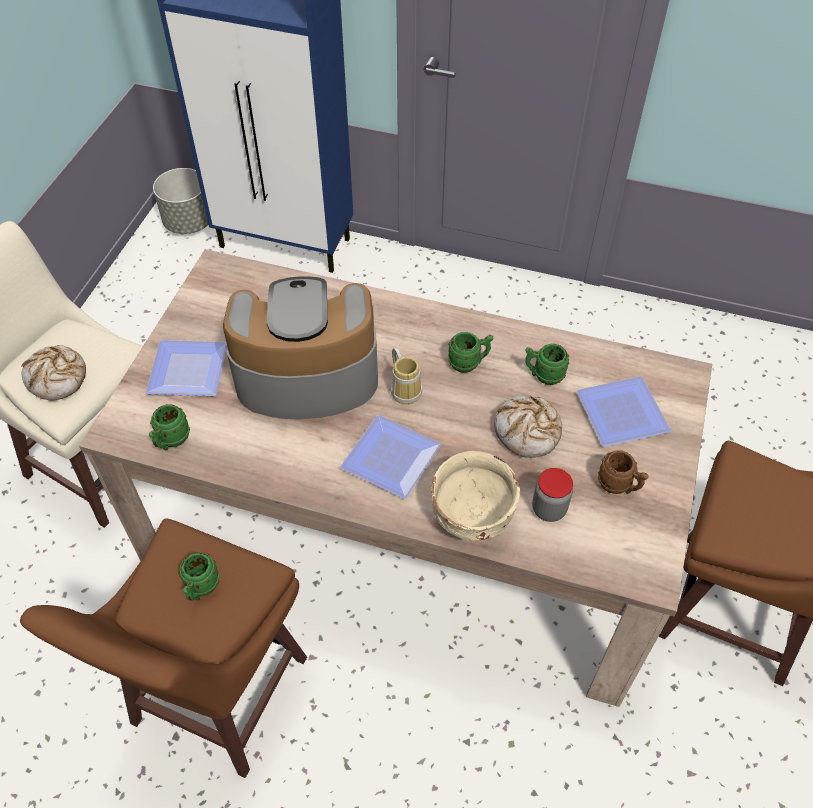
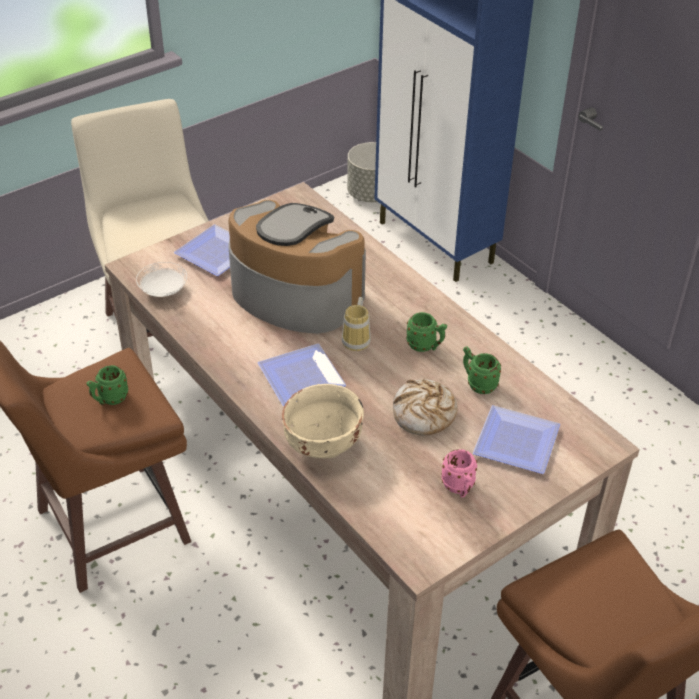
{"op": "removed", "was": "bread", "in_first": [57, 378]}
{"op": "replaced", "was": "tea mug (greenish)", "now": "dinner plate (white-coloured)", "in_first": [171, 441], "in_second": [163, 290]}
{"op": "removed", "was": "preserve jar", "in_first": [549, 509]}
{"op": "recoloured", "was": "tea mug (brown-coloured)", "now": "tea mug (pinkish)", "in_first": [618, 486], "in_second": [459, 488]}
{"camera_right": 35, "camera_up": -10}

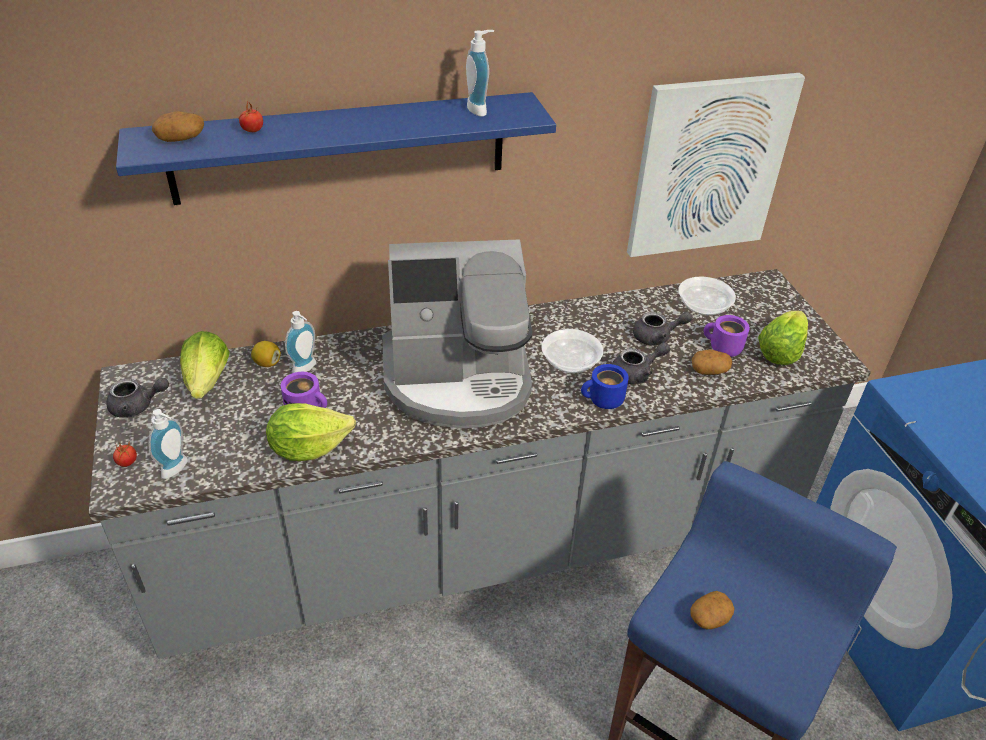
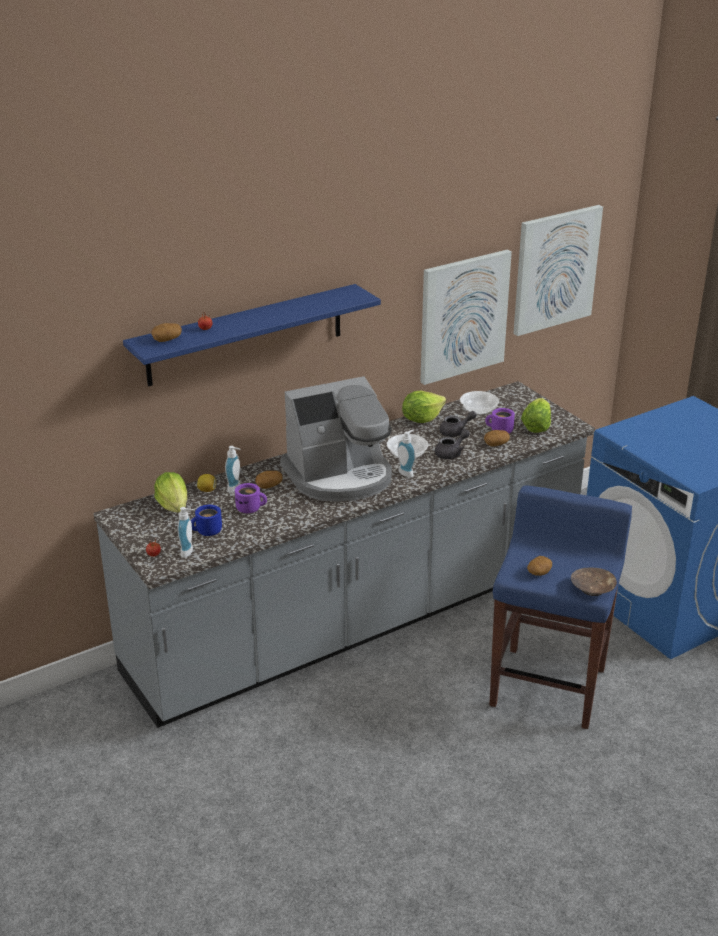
{"op": "removed", "was": "tea pot (gray)", "in_first": [137, 406]}
{"op": "moved", "was": "lettuce", "in_first": [308, 448], "in_second": [421, 419]}
{"op": "moved", "was": "liquid soap bottle", "in_first": [480, 109], "in_second": [407, 472]}
{"op": "moved", "was": "tea mug (bluish)", "in_first": [603, 401], "in_second": [207, 532]}
{"op": "added", "now": "spud", "in_second": [269, 485]}
{"op": "added", "now": "wall picture", "in_second": [555, 269]}
{"op": "added", "now": "serving bowl (brown-coloured)", "in_second": [592, 589]}
{"camera_right": -15, "camera_up": -10}

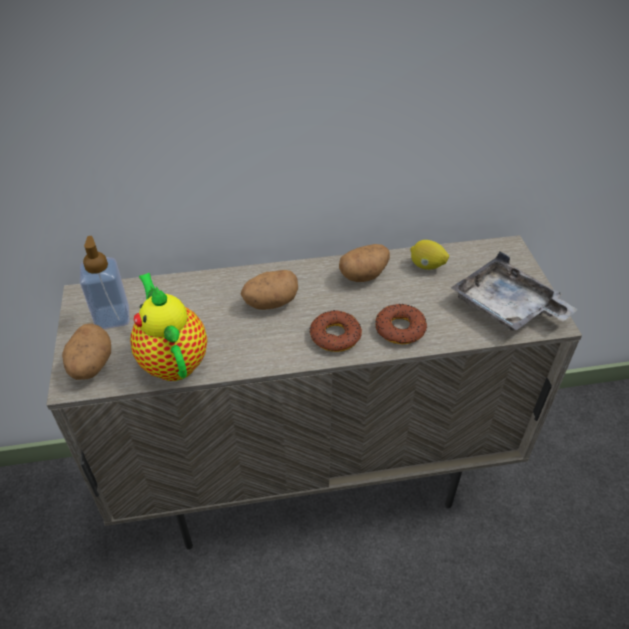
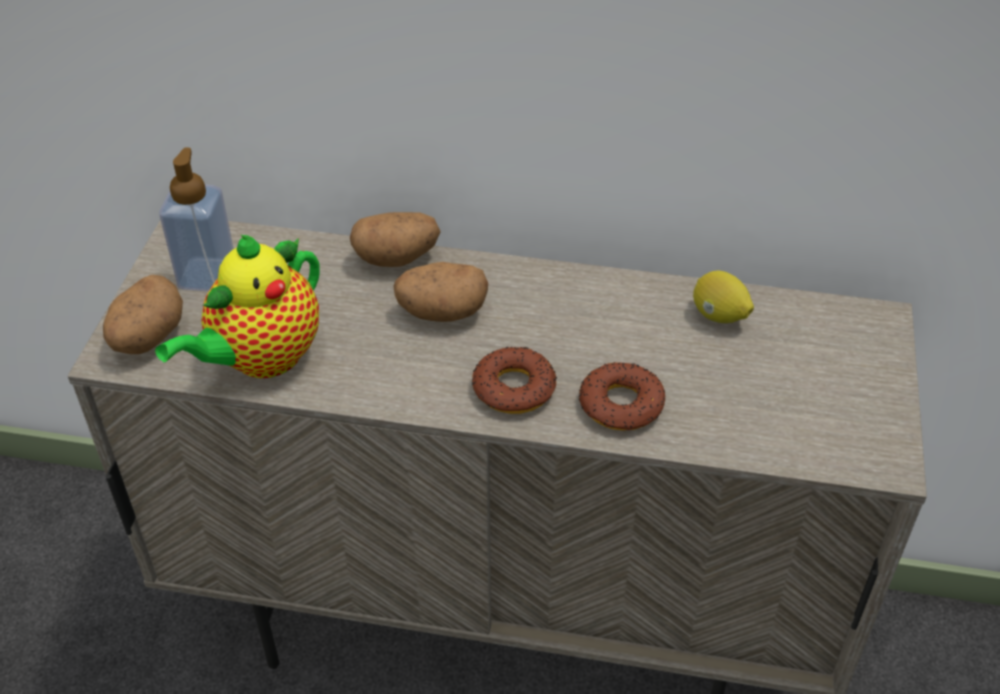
{"op": "turned", "was": "tea pot", "in_first": [173, 359], "in_second": [261, 359], "clockwise": -135}
{"op": "moved", "was": "spud", "in_first": [364, 275], "in_second": [397, 258]}
{"op": "removed", "was": "tray (gray)", "in_first": [506, 307]}
{"camera_right": 20, "camera_up": 0}

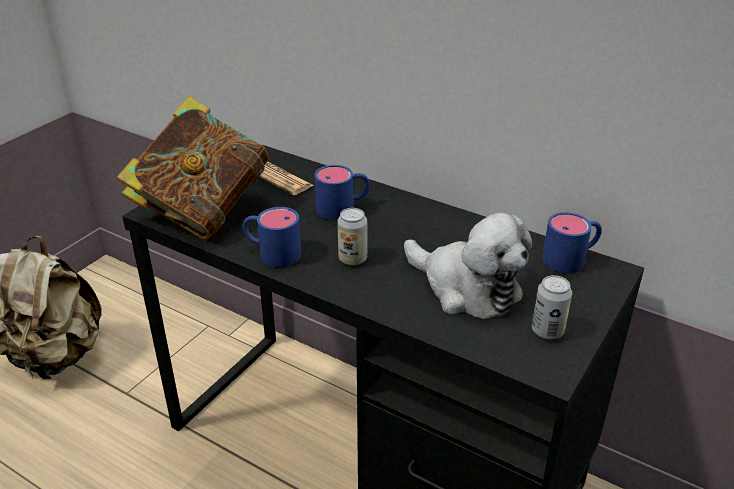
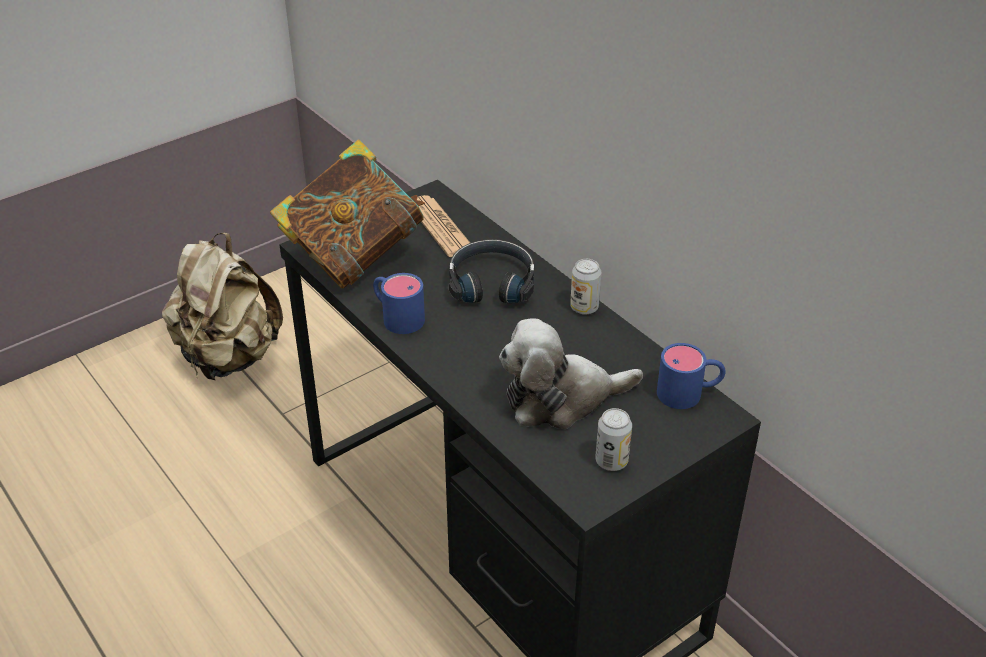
{"op": "replaced", "was": "tea mug (bluish)", "now": "headset (black)", "in_first": [343, 208], "in_second": [491, 282]}
{"op": "moved", "was": "can", "in_first": [352, 259], "in_second": [584, 307]}
{"op": "turned", "was": "cuddly toy", "in_first": [466, 288], "in_second": [561, 398], "clockwise": 105}
{"camera_right": 20, "camera_up": 5}

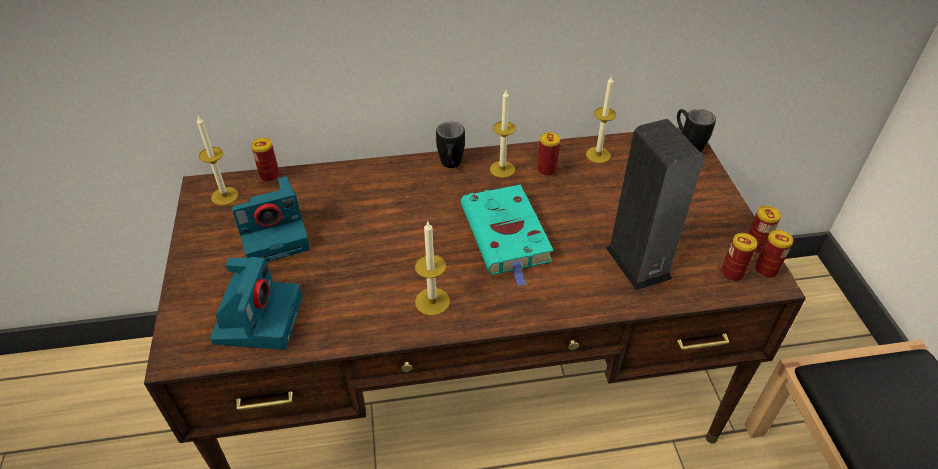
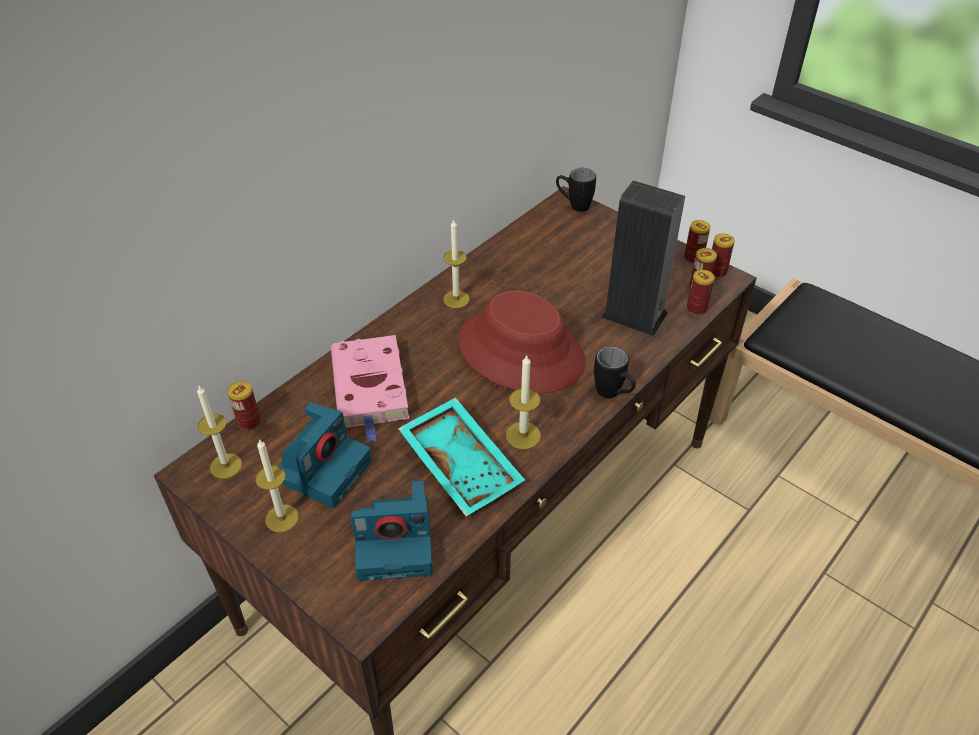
{"op": "turned", "was": "photo camera", "in_first": [258, 318], "in_second": [397, 542], "clockwise": 120}
{"op": "moved", "was": "tea mug (black)", "in_first": [450, 166], "in_second": [613, 395]}
{"op": "replaced", "was": "bound book (turquoise)", "now": "hat (red-coloured)", "in_first": [507, 236], "in_second": [521, 351]}
{"op": "moved", "was": "can", "in_first": [546, 170], "in_second": [696, 309]}
{"op": "moved", "was": "candle", "in_first": [598, 155], "in_second": [282, 518]}
{"op": "added", "now": "bound book (pinkish)", "in_second": [371, 389]}
{"op": "added", "now": "tray (turquoise)", "in_second": [463, 464]}
{"camera_right": -40, "camera_up": 0}

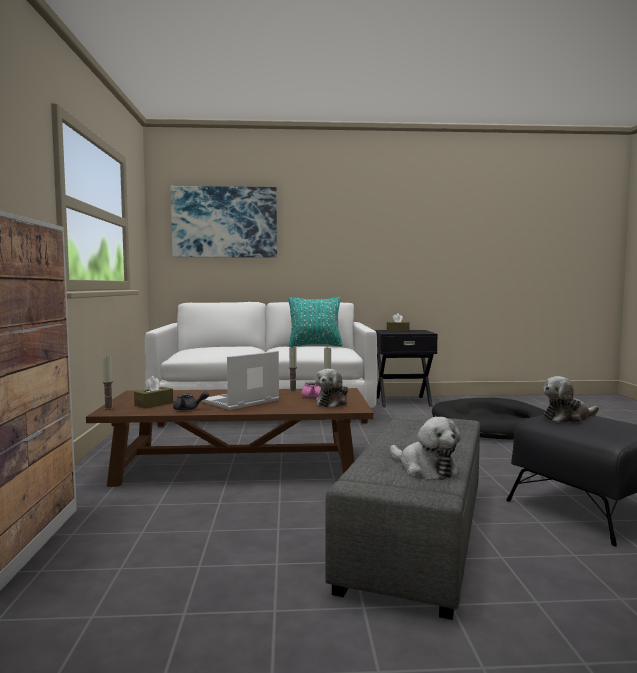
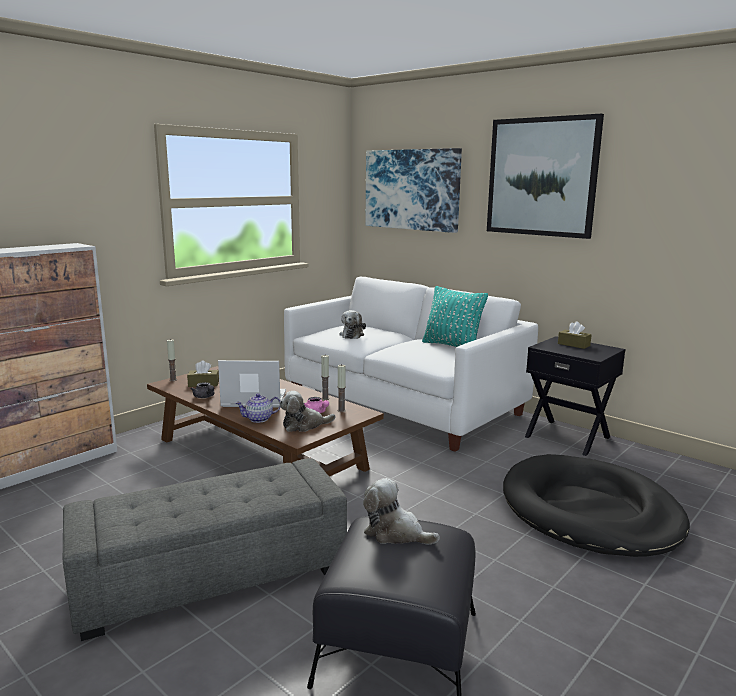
{"op": "moved", "was": "cuddly toy", "in_first": [424, 469], "in_second": [352, 335]}
{"op": "added", "now": "tea pot", "in_second": [259, 419]}
{"op": "added", "now": "wall picture", "in_second": [541, 177]}
{"camera_right": 45, "camera_up": 10}

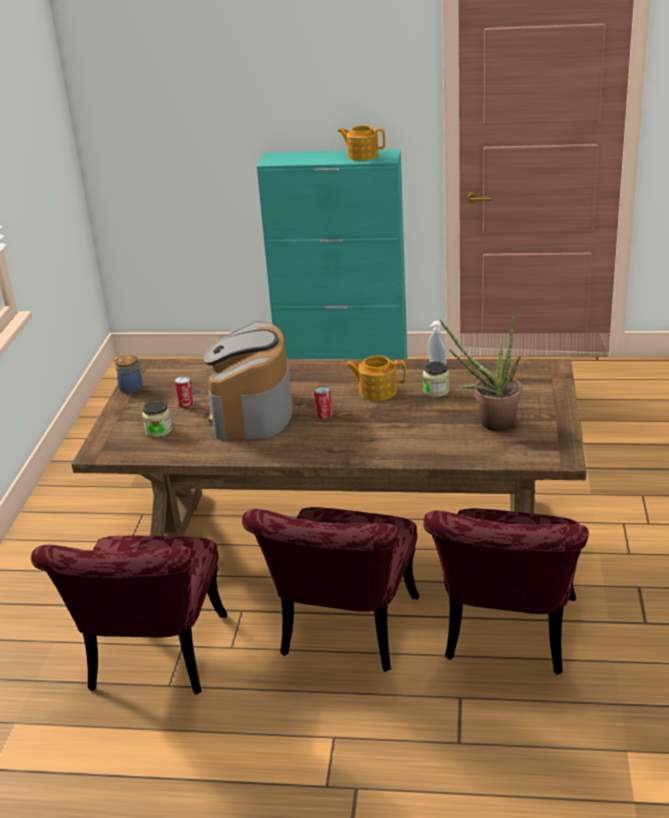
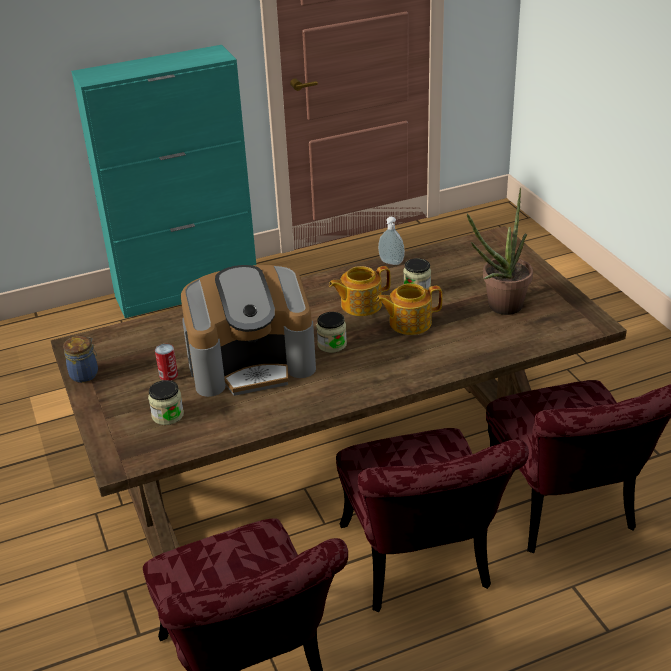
{"op": "turned", "was": "coffee maker", "in_first": [251, 411], "in_second": [252, 363], "clockwise": -75}
{"op": "replaced", "was": "can", "now": "preserve jar", "in_first": [324, 414], "in_second": [332, 344]}
{"op": "moved", "was": "tea pot", "in_first": [362, 155], "in_second": [409, 323]}
{"camera_right": -30, "camera_up": 5}

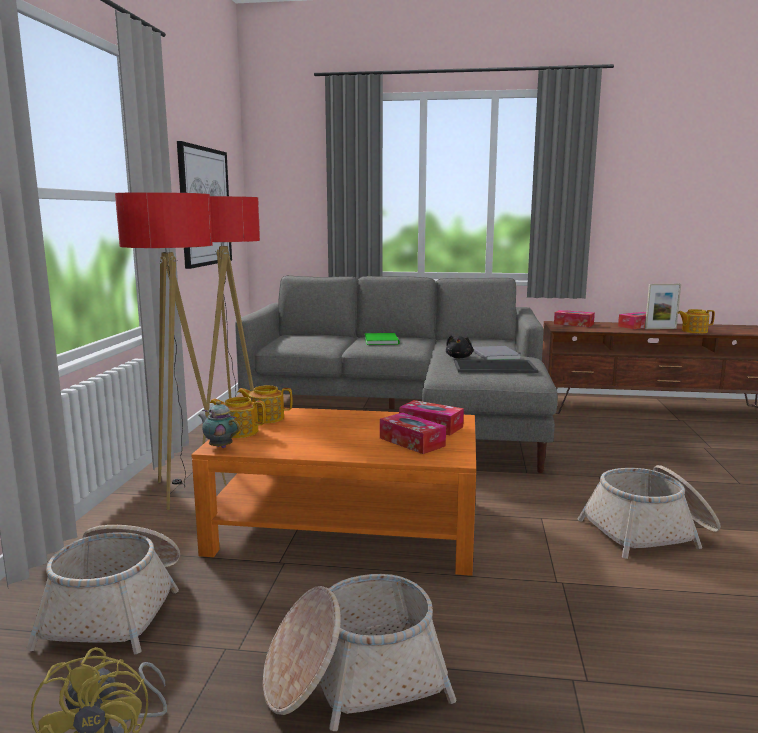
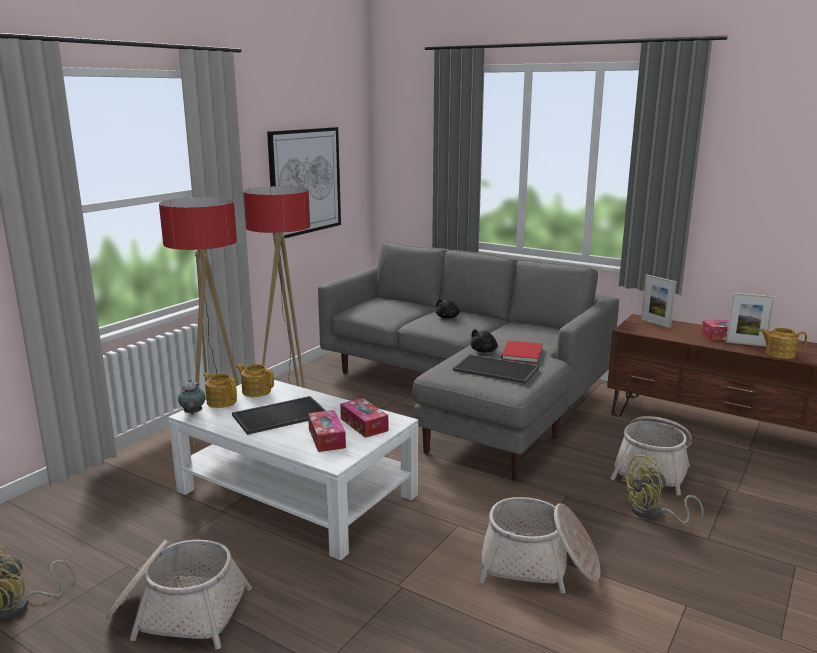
{"op": "moved", "was": "basket", "in_first": [117, 607], "in_second": [653, 468]}
{"op": "recoloured", "was": "lounge table (orangey)", "now": "lounge table (white-coloured)", "in_first": [348, 526], "in_second": [298, 493]}
{"op": "turned", "was": "tea pot", "in_first": [220, 446], "in_second": [192, 413], "clockwise": -150}
{"op": "replaced", "was": "bound book (greenish)", "now": "cuddly toy (black)", "in_first": [382, 340], "in_second": [447, 317]}
{"op": "recoloured", "was": "bound book (gray)", "now": "bound book (red-coloured)", "in_first": [495, 355], "in_second": [520, 353]}
{"op": "replaced", "was": "box of tissues", "now": "standing frame", "in_first": [573, 324], "in_second": [655, 323]}
{"op": "added", "now": "tray", "in_second": [280, 416]}
{"op": "added", "now": "fan (yellow-coloured)", "in_second": [653, 513]}
{"camera_right": 25, "camera_up": 5}

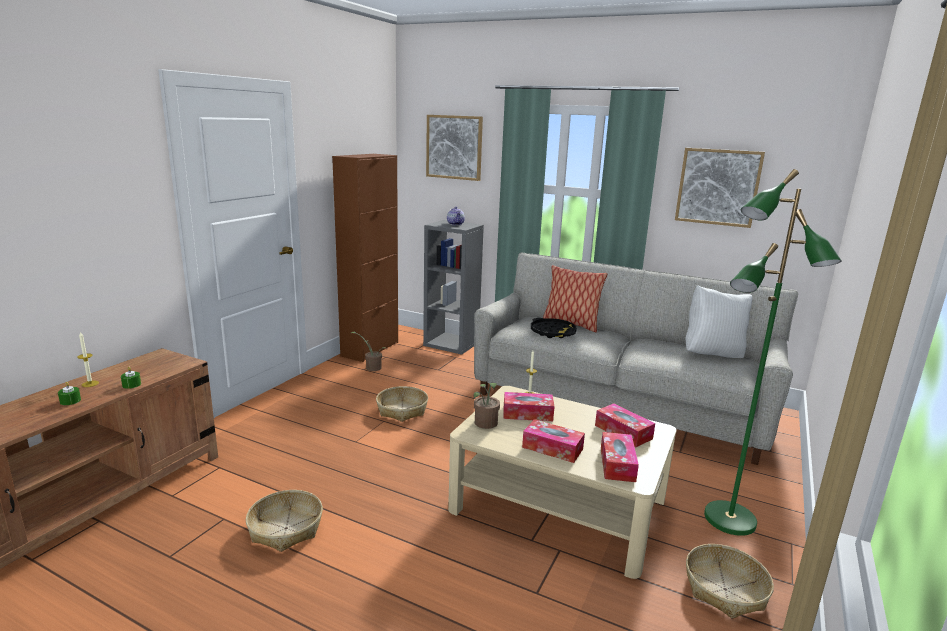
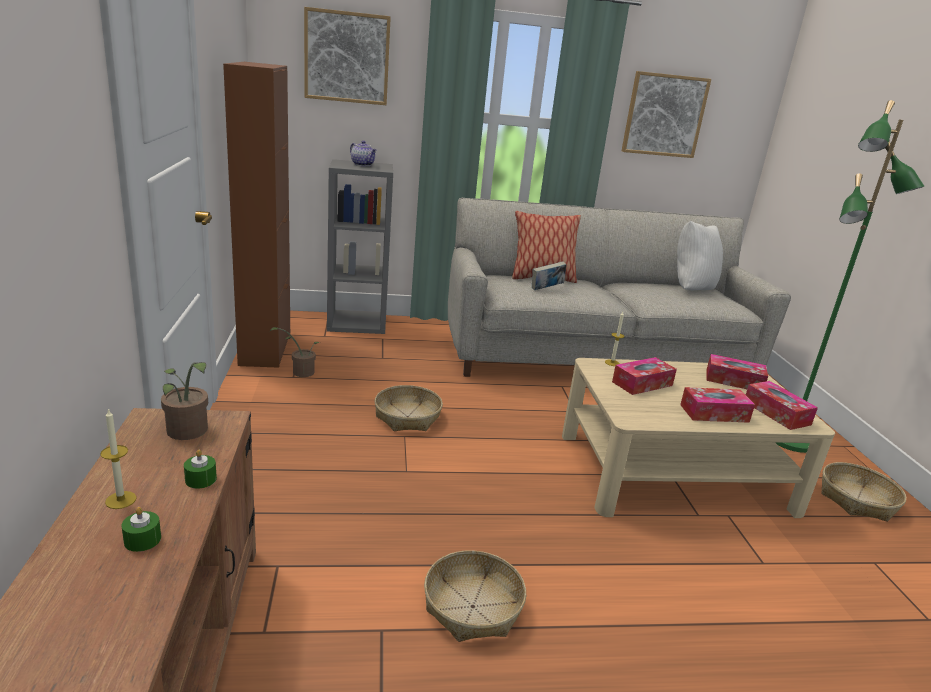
{"op": "moved", "was": "plant in a pot", "in_first": [485, 424], "in_second": [187, 433]}
{"op": "replaced", "was": "tray (black)", "now": "bound book", "in_first": [553, 332], "in_second": [546, 289]}
{"camera_right": -35, "camera_up": 5}

